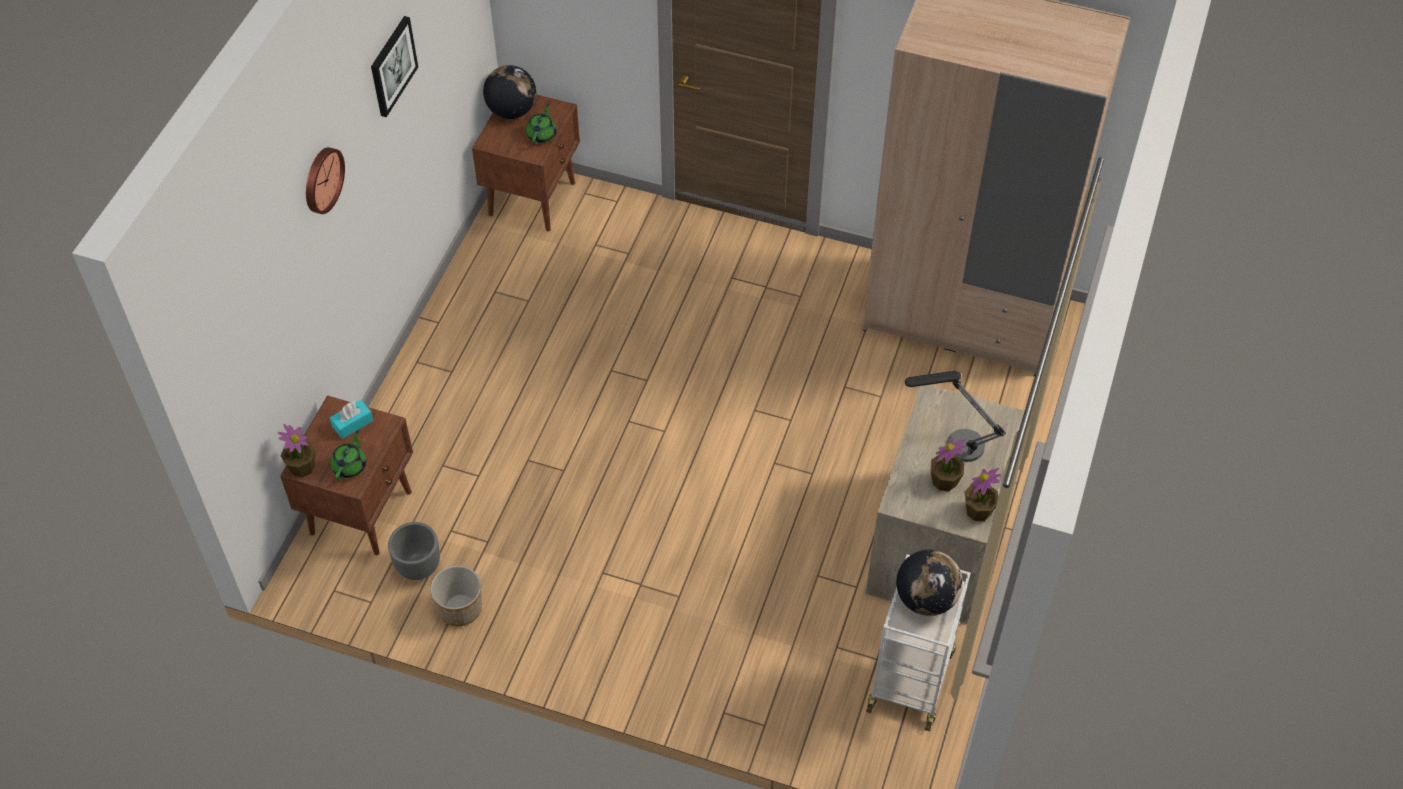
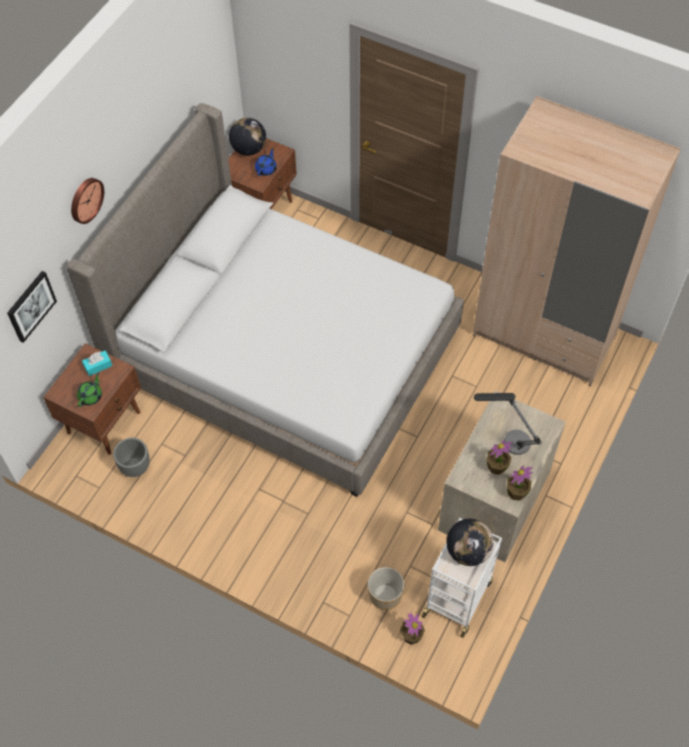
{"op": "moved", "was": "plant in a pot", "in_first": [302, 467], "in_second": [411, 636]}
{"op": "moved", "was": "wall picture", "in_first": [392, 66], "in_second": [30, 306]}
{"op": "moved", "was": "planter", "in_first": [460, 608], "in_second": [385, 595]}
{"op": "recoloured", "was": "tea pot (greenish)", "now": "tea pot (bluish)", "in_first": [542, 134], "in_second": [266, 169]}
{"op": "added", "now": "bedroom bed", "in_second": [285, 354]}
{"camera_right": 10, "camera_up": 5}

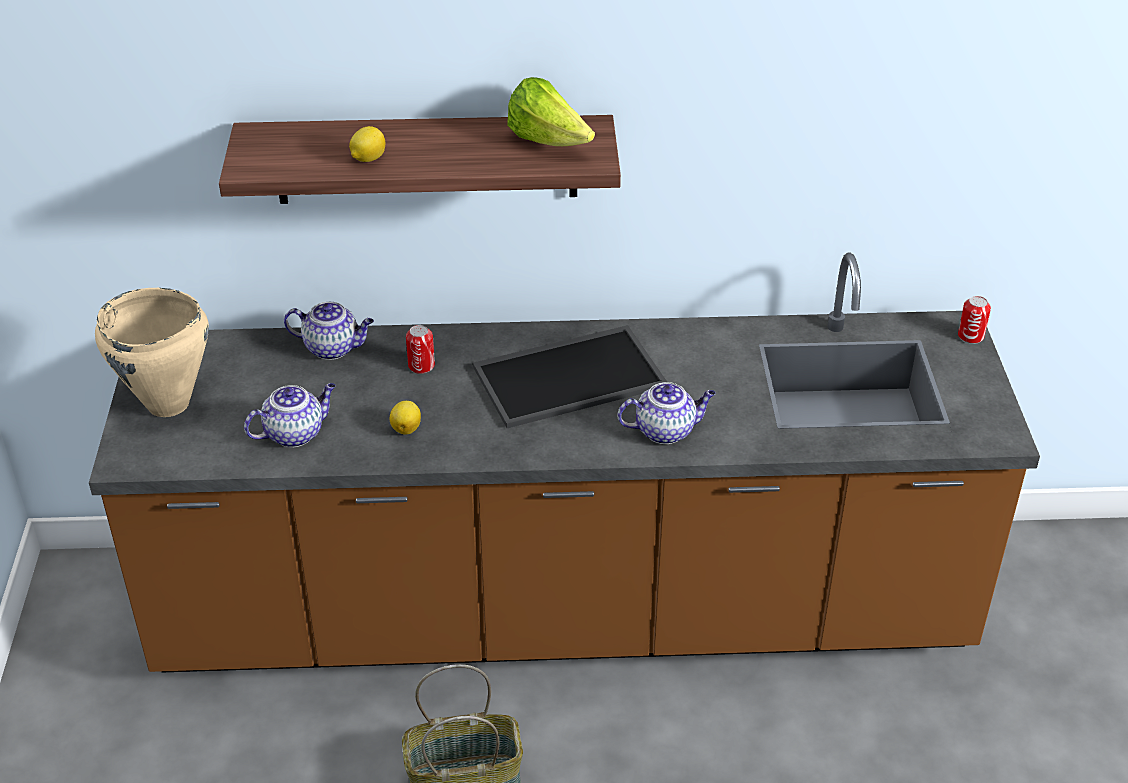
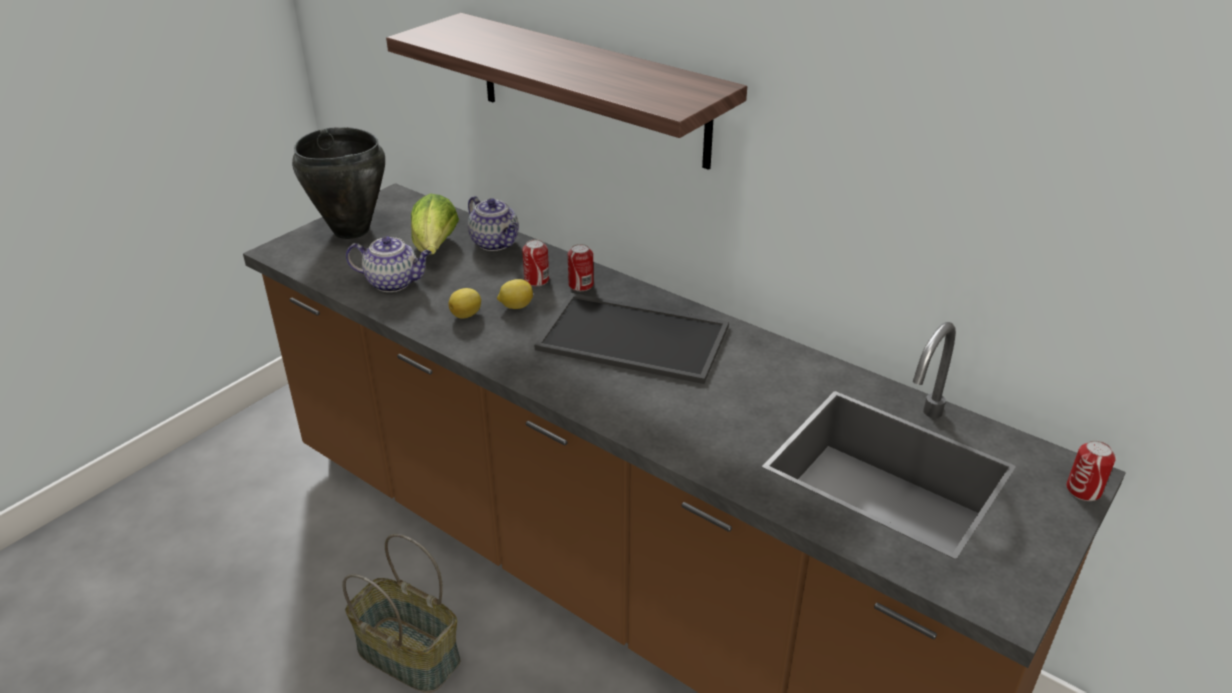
{"op": "recoloured", "was": "stockpot (beige-coloured)", "now": "stockpot (black)", "in_first": [168, 404], "in_second": [350, 231]}
{"op": "moved", "was": "citrus fruit", "in_first": [367, 159], "in_second": [516, 306]}
{"op": "moved", "was": "lettuce", "in_first": [548, 141], "in_second": [435, 248]}
{"op": "removed", "was": "tea pot", "in_first": [666, 430]}
{"op": "added", "now": "can", "in_second": [581, 285]}
{"camera_right": 40, "camera_up": -5}

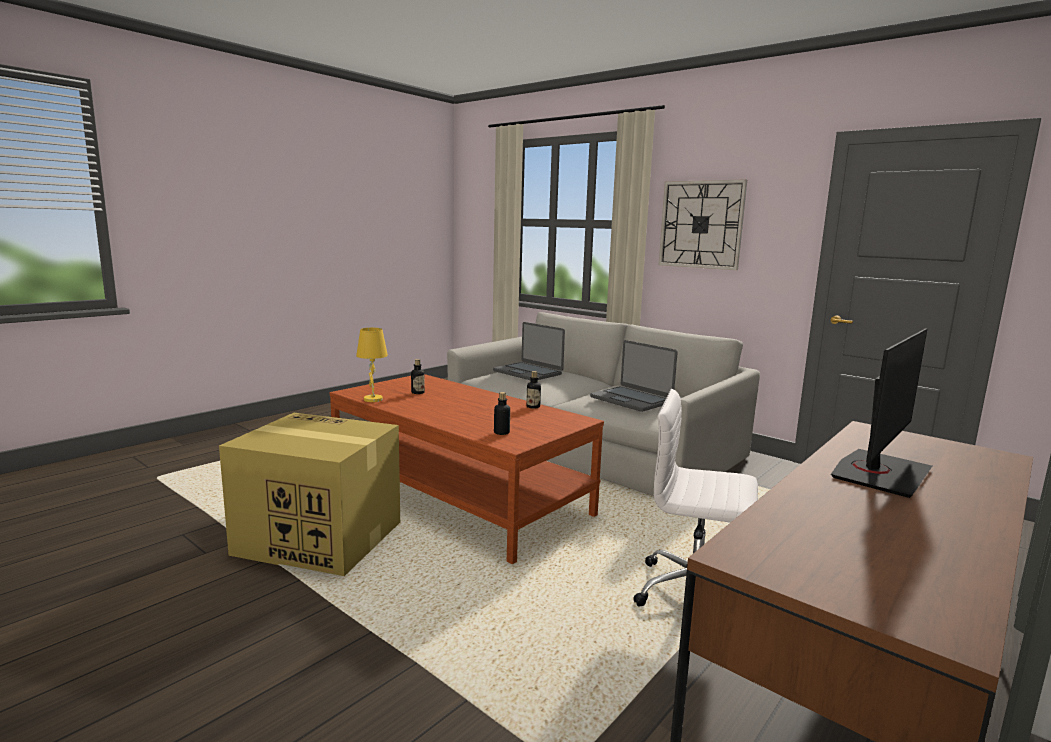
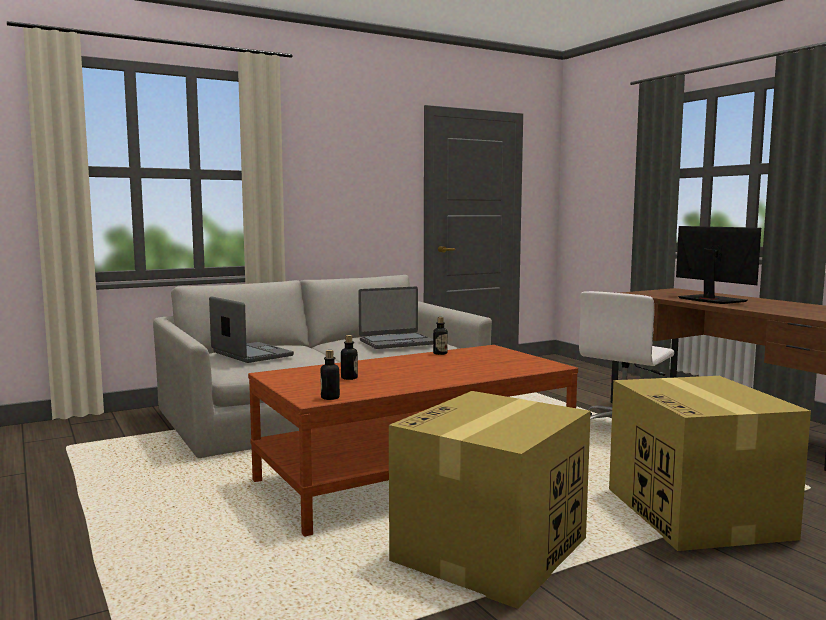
{"op": "removed", "was": "lamp for a table (yellow-coloured)", "in_first": [372, 399]}
{"op": "turned", "was": "notebook computer", "in_first": [528, 372], "in_second": [251, 354], "clockwise": -105}
{"op": "moved", "was": "drink bottle", "in_first": [501, 432], "in_second": [330, 398]}
{"op": "removed", "was": "wall clock", "in_first": [701, 224]}
{"op": "added", "now": "cardboard box", "in_second": [698, 514]}
{"camera_right": -70, "camera_up": -5}

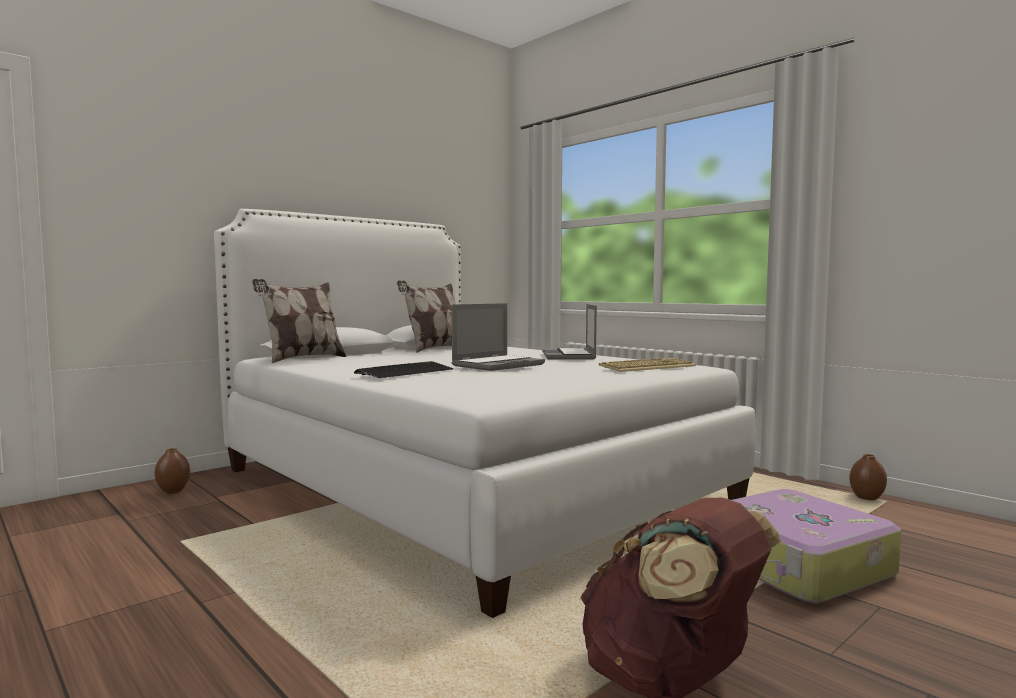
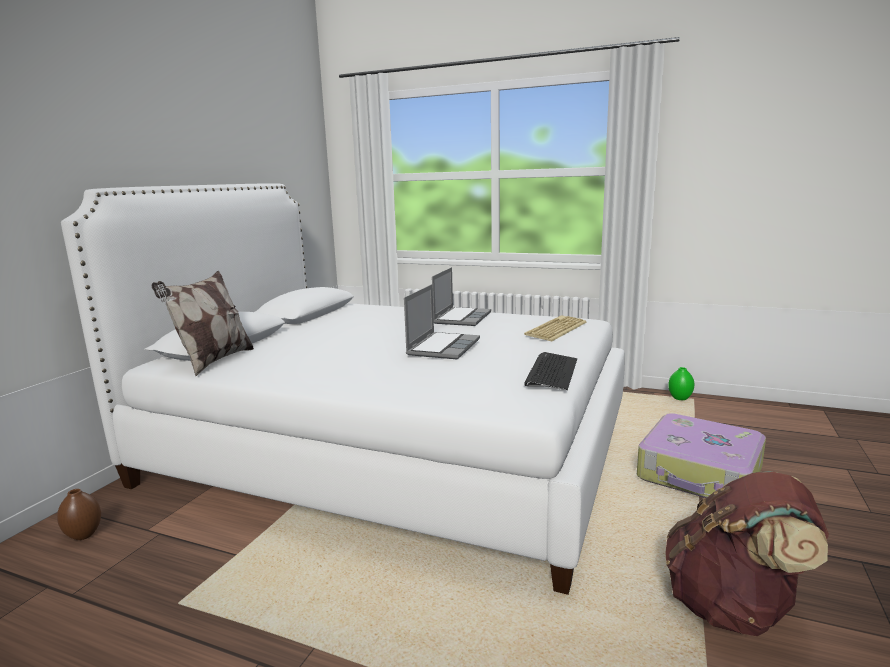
{"op": "moved", "was": "keyboard", "in_first": [405, 372], "in_second": [551, 372]}
{"op": "removed", "was": "pillow", "in_first": [434, 349]}
{"op": "turned", "was": "notebook computer", "in_first": [569, 356], "in_second": [462, 318], "clockwise": -135}
{"op": "recoloured", "was": "flower vase (brown-coloured)", "now": "flower vase (greenish)", "in_first": [866, 499], "in_second": [680, 399]}
{"camera_right": -25, "camera_up": 10}

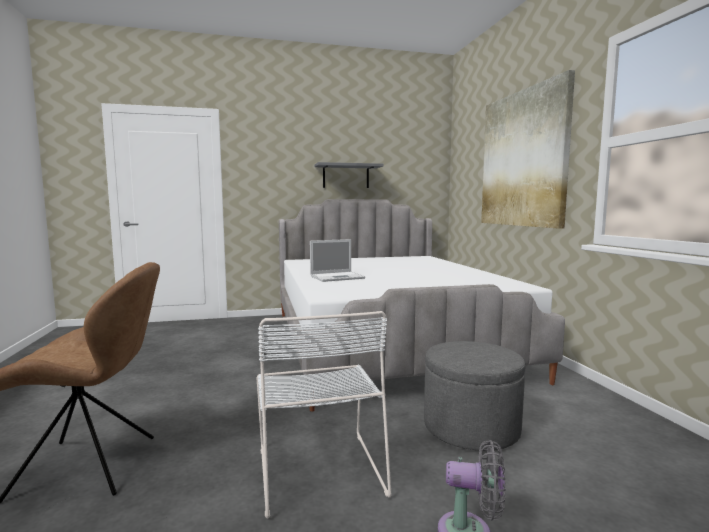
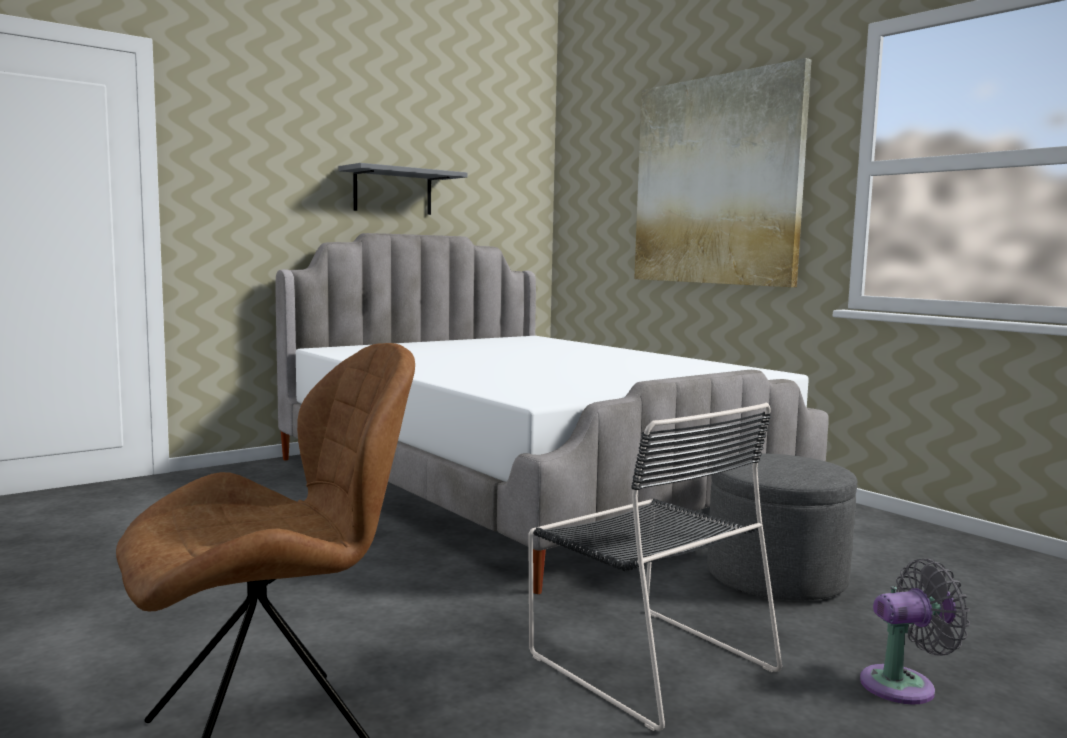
{"op": "recoloured", "was": "upright chair (white-coloured)", "now": "upright chair (black)", "in_first": [319, 467], "in_second": [646, 660]}
{"op": "removed", "was": "notebook computer", "in_first": [338, 277]}
{"camera_right": -25, "camera_up": 0}

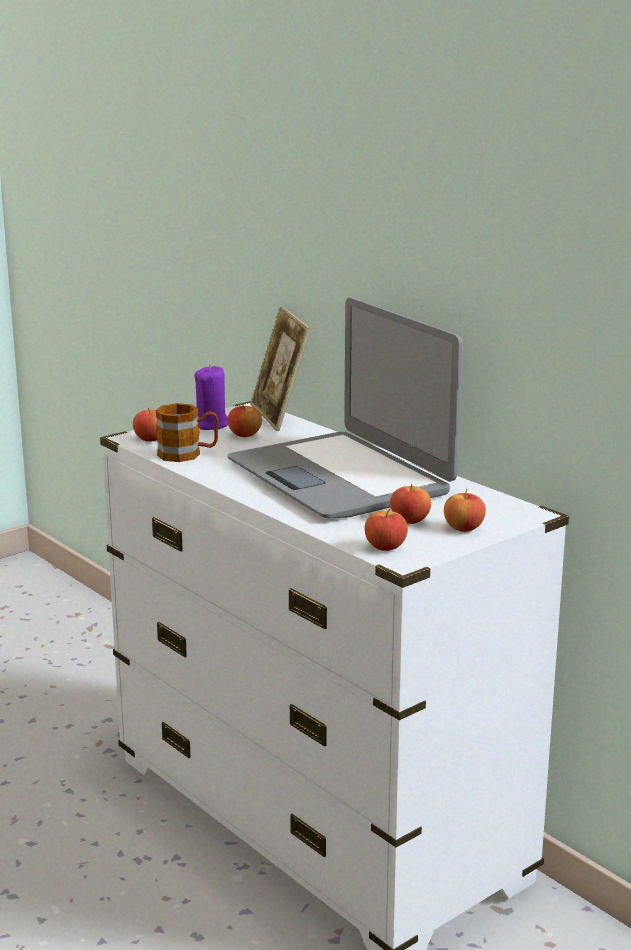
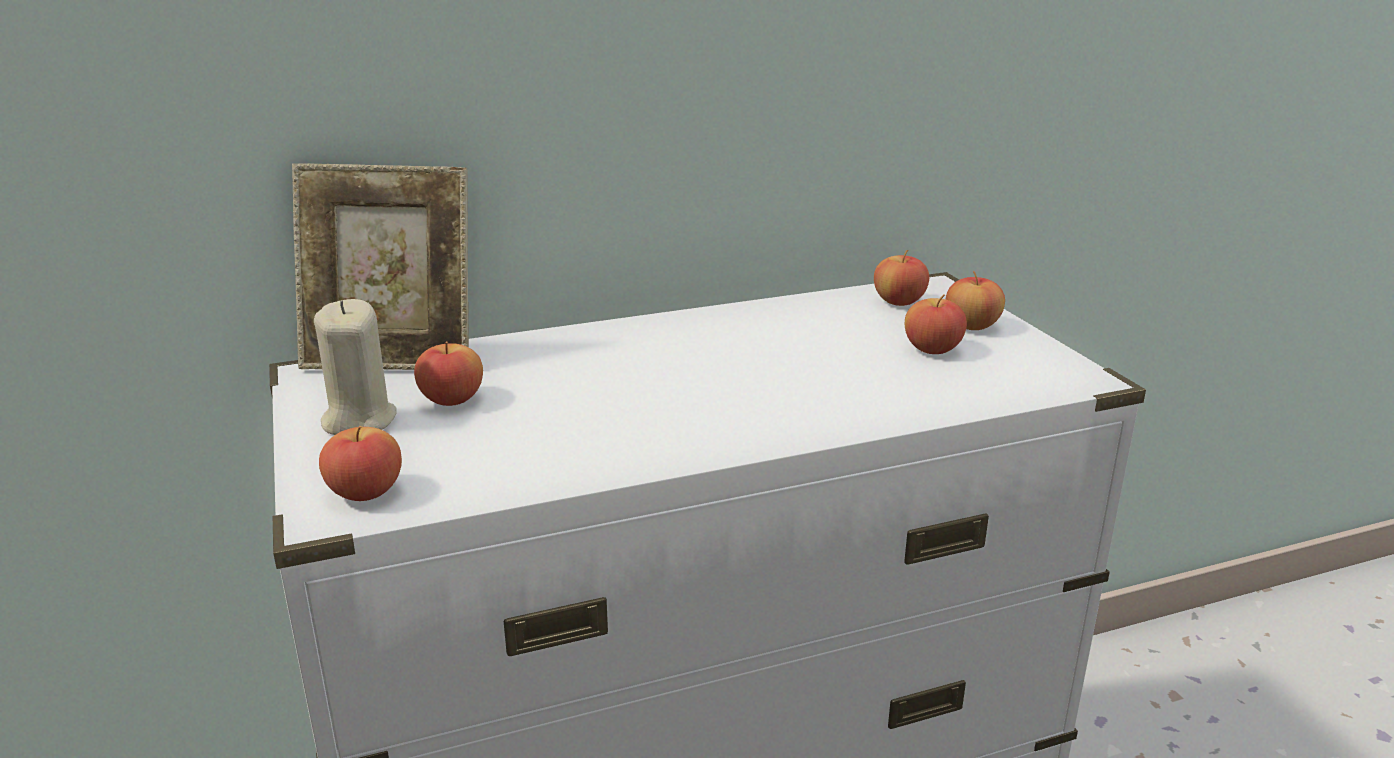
{"op": "removed", "was": "tea mug", "in_first": [188, 454]}
{"op": "recoloured", "was": "candle (purple)", "now": "candle (beige-coloured)", "in_first": [211, 425], "in_second": [359, 420]}
{"op": "removed", "was": "notebook computer", "in_first": [340, 477]}
{"op": "moved", "was": "apple", "in_first": [385, 547], "in_second": [899, 301]}
{"camera_right": -70, "camera_up": 5}

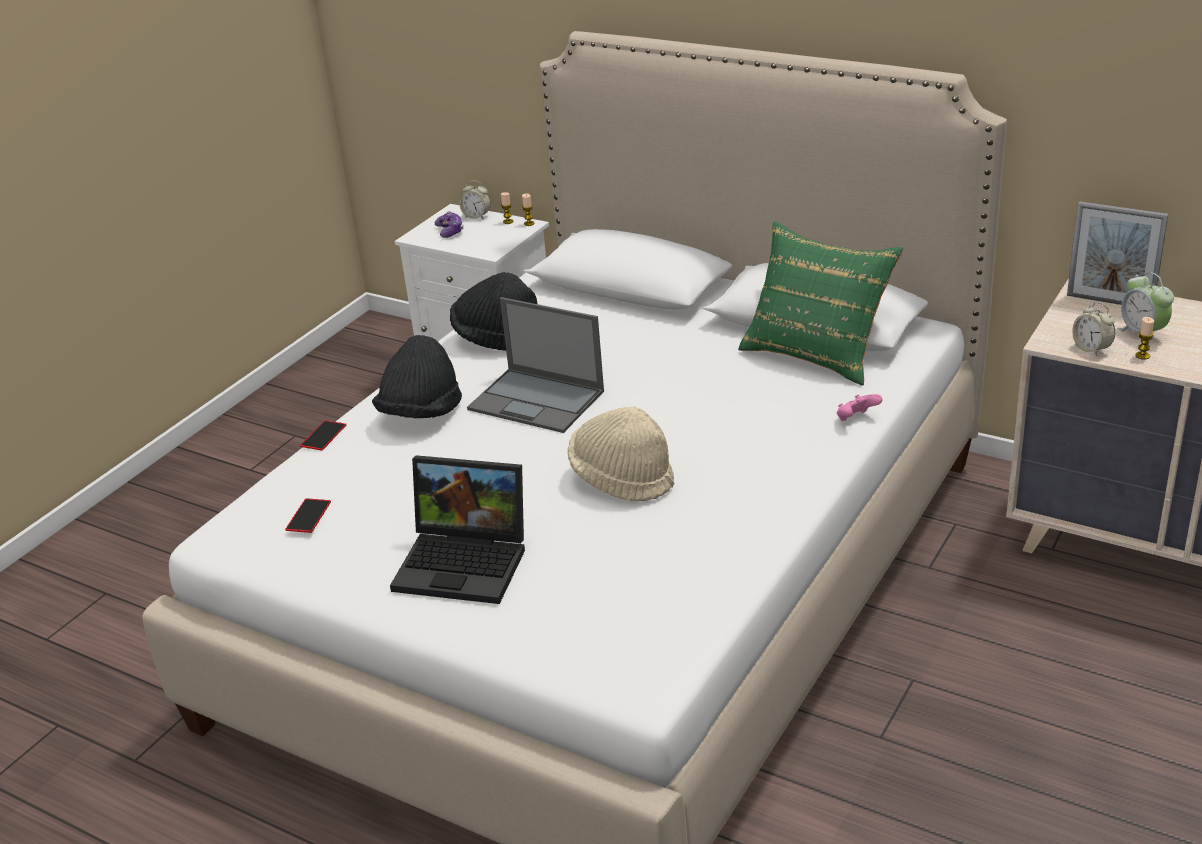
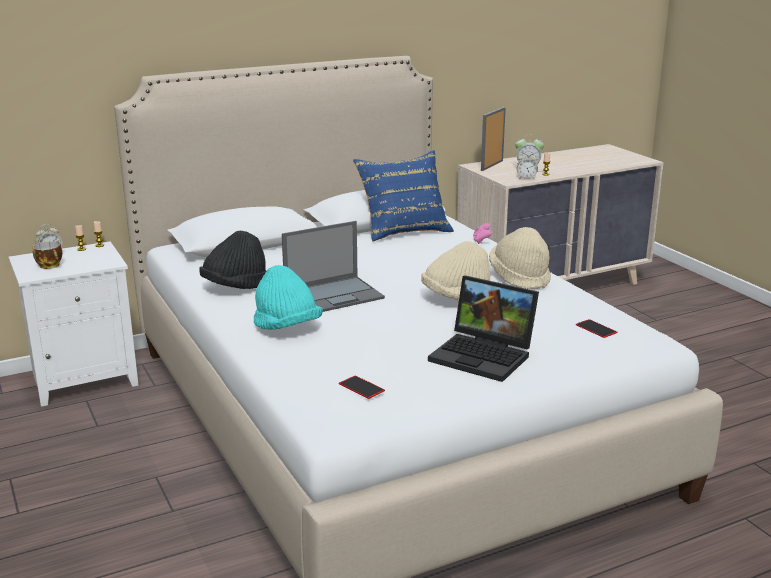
{"op": "moved", "was": "handset", "in_first": [323, 435], "in_second": [596, 328]}
{"op": "recoloured", "was": "hat (black)", "now": "hat (turquoise)", "in_first": [421, 413], "in_second": [286, 328]}
{"op": "turned", "was": "notebook computer", "in_first": [466, 562], "in_second": [485, 356], "clockwise": 75}
{"op": "replaced", "was": "joypad", "now": "cup", "in_first": [450, 231], "in_second": [51, 265]}
{"op": "recoloured", "was": "pillow (greenish)", "now": "pillow (bluish)", "in_first": [817, 352], "in_second": [404, 230]}
{"op": "turned", "was": "standing frame", "in_first": [1109, 302], "in_second": [492, 165], "clockwise": 150}
{"op": "added", "now": "hat (beige-coloured)", "in_second": [520, 277]}
{"camera_right": -60, "camera_up": -10}

